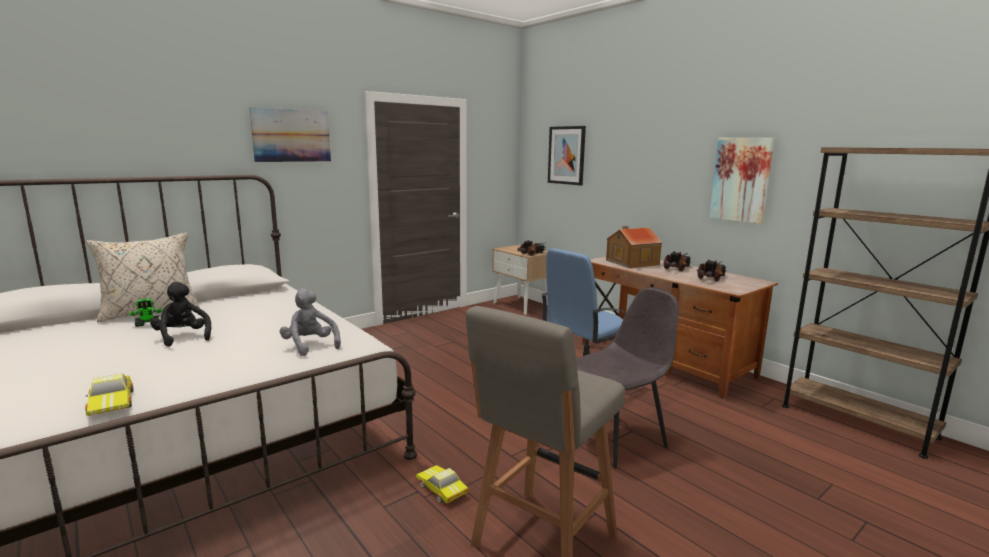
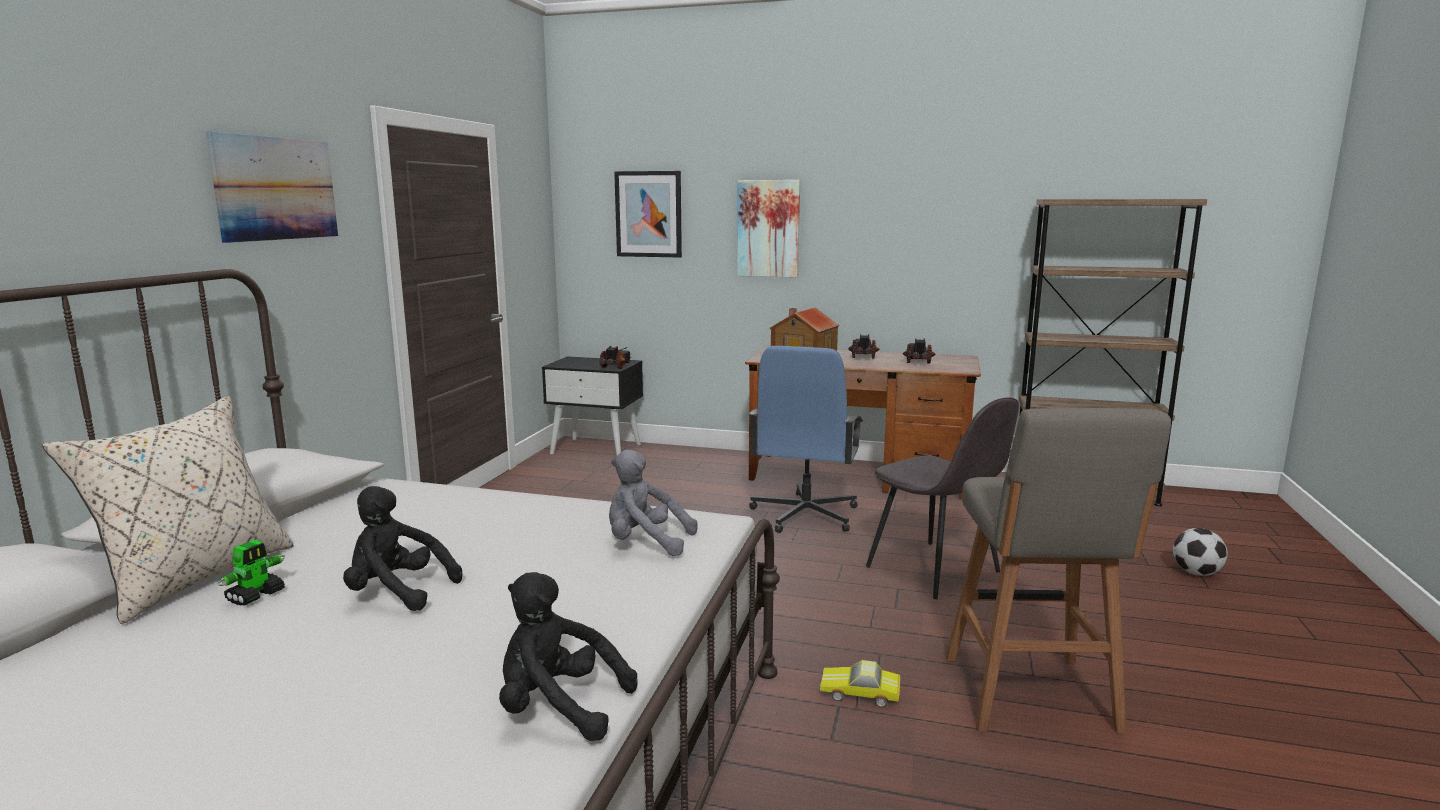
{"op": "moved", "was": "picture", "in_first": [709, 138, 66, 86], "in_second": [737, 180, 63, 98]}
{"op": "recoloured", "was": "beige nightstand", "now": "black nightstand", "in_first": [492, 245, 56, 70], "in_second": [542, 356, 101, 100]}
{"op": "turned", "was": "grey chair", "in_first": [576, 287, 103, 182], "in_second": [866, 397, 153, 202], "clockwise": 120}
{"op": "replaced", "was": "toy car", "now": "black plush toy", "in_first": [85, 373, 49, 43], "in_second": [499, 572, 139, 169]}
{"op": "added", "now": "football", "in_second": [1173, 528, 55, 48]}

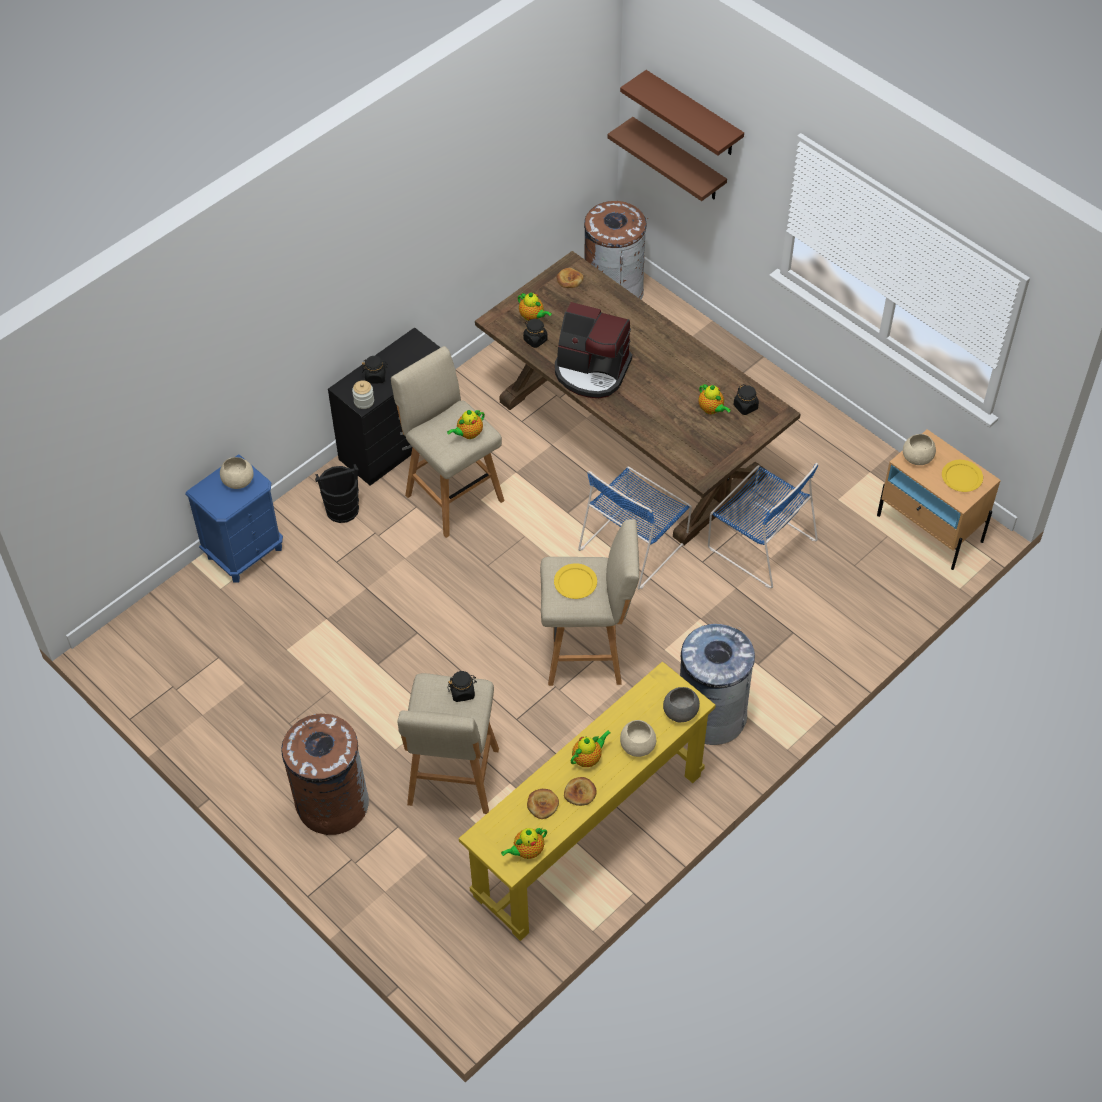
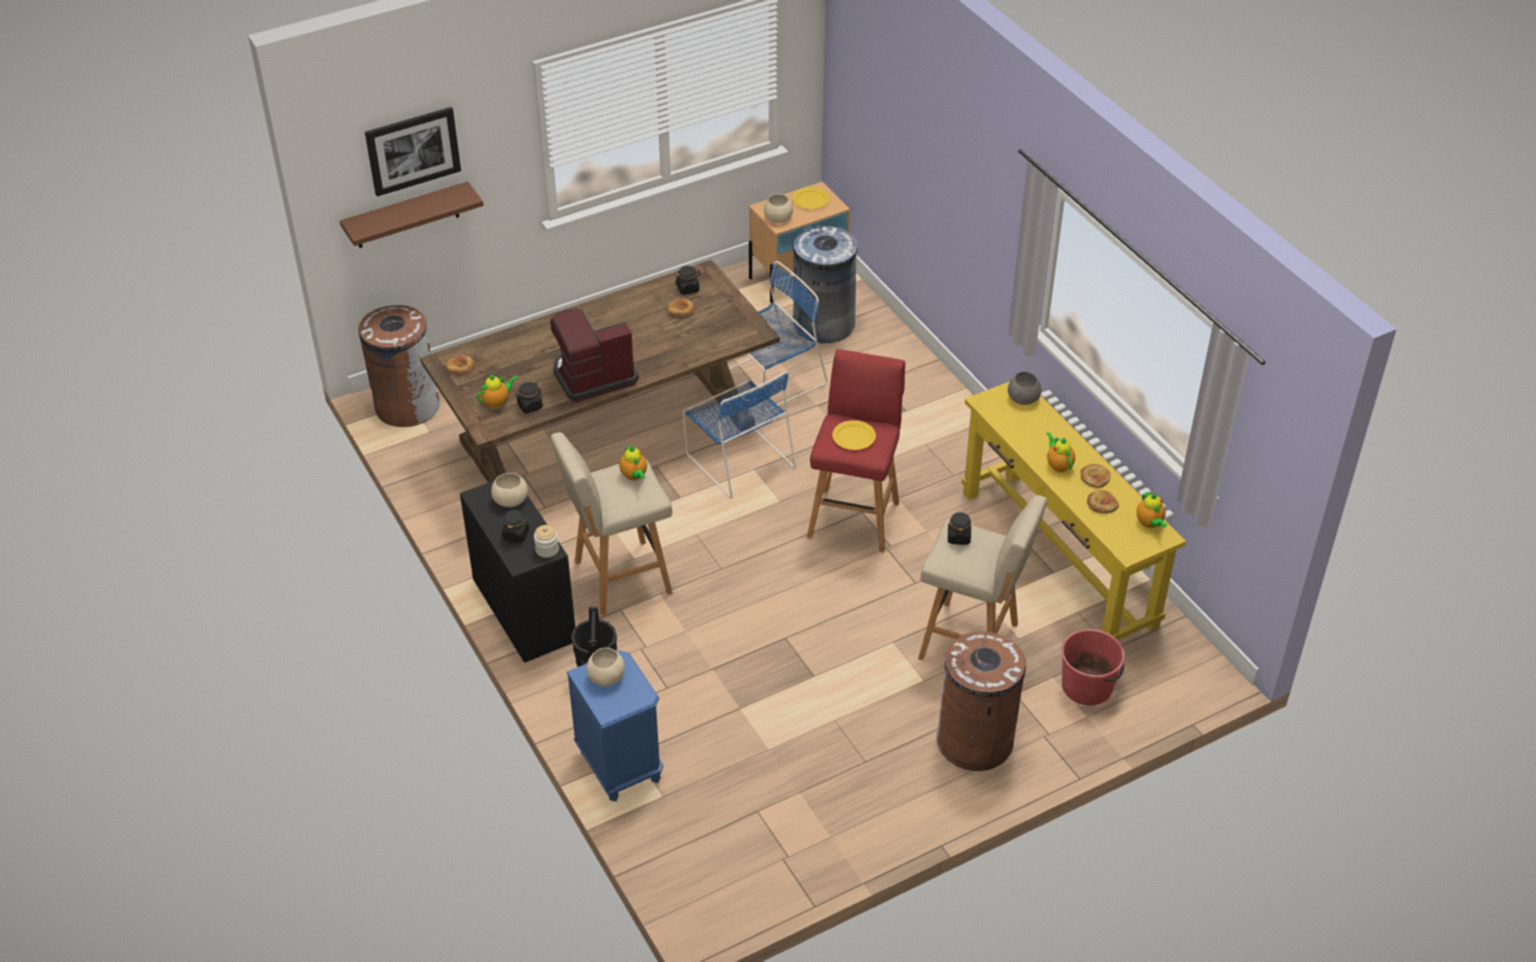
{"op": "replaced", "was": "brown shelf", "now": "picture", "in_first": [620, 70, 124, 85], "in_second": [365, 107, 96, 90]}
{"op": "turned", "was": "coffee machine", "in_first": [555, 302, 77, 96], "in_second": [550, 309, 89, 93], "clockwise": -150}
{"op": "replaced", "was": "teapot", "now": "bread", "in_first": [699, 384, 32, 30], "in_second": [668, 298, 27, 19]}
{"op": "recoloured", "was": "beige stool", "now": "red stool", "in_first": [540, 519, 99, 167], "in_second": [807, 349, 98, 204]}
{"op": "moved", "was": "grey trash can", "in_first": [680, 624, 75, 121], "in_second": [793, 226, 64, 117]}
{"op": "moved", "was": "beige bowl", "in_first": [620, 720, 36, 37], "in_second": [491, 473, 37, 34]}
{"op": "added", "now": "red bucket", "in_second": [1061, 629, 64, 77]}

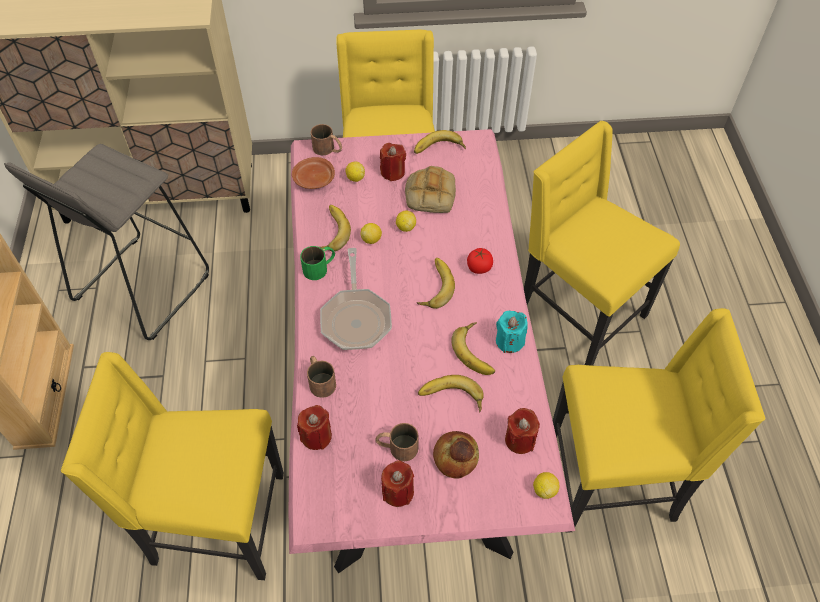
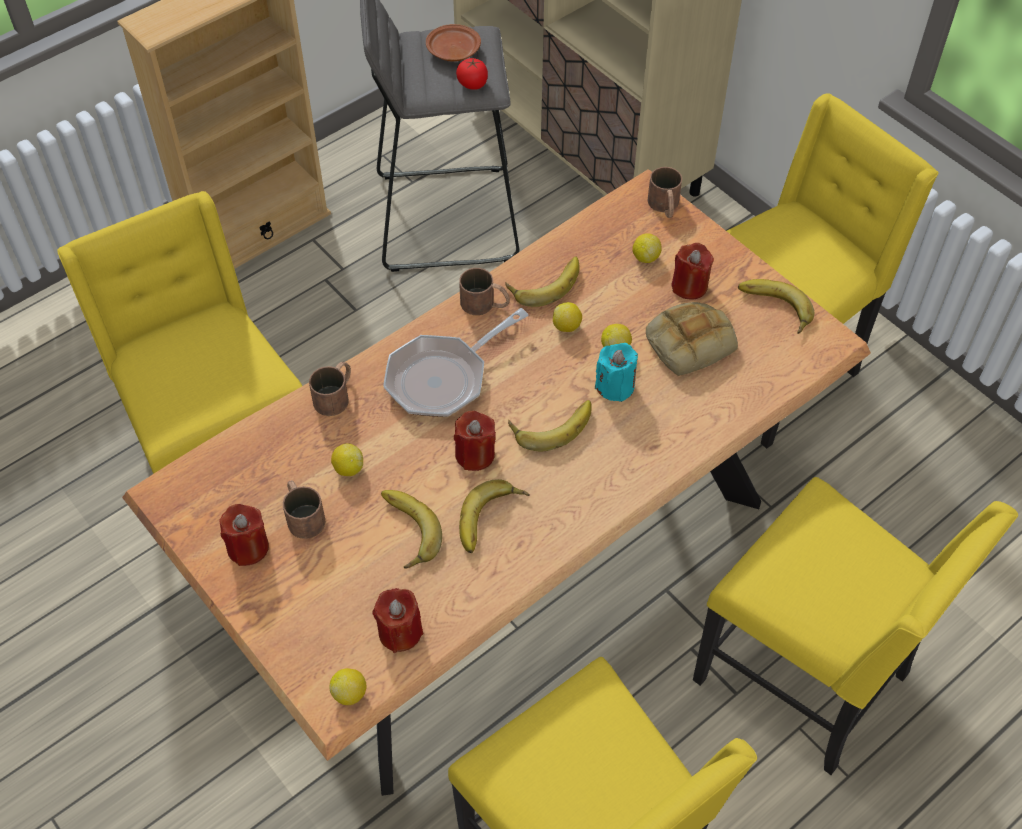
{"op": "turned", "was": "yellow chair", "in_first": [524, 121, 156, 245], "in_second": [693, 477, 325, 298], "clockwise": 120}
{"op": "recoloured", "was": "pink dining table", "now": "brown dining table", "in_first": [289, 129, 286, 444], "in_second": [122, 169, 749, 627]}
{"op": "moved", "was": "brown plate", "in_first": [292, 157, 43, 32], "in_second": [426, 24, 55, 38]}
{"op": "recoloured", "was": "green mug", "now": "brown mug", "in_first": [300, 246, 35, 34], "in_second": [459, 268, 51, 47]}
{"op": "moved", "was": "tomato", "in_first": [467, 248, 26, 26], "in_second": [456, 58, 32, 32]}
{"op": "moved", "was": "turquoise candle", "in_first": [496, 310, 31, 43], "in_second": [595, 343, 43, 59]}
{"op": "moved", "was": "red candle", "in_first": [297, 405, 35, 45], "in_second": [454, 411, 42, 60]}
{"op": "removed", "was": "bread", "in_first": [433, 431, 46, 48]}
{"op": "added", "now": "lemon", "in_second": [331, 443, 32, 33]}

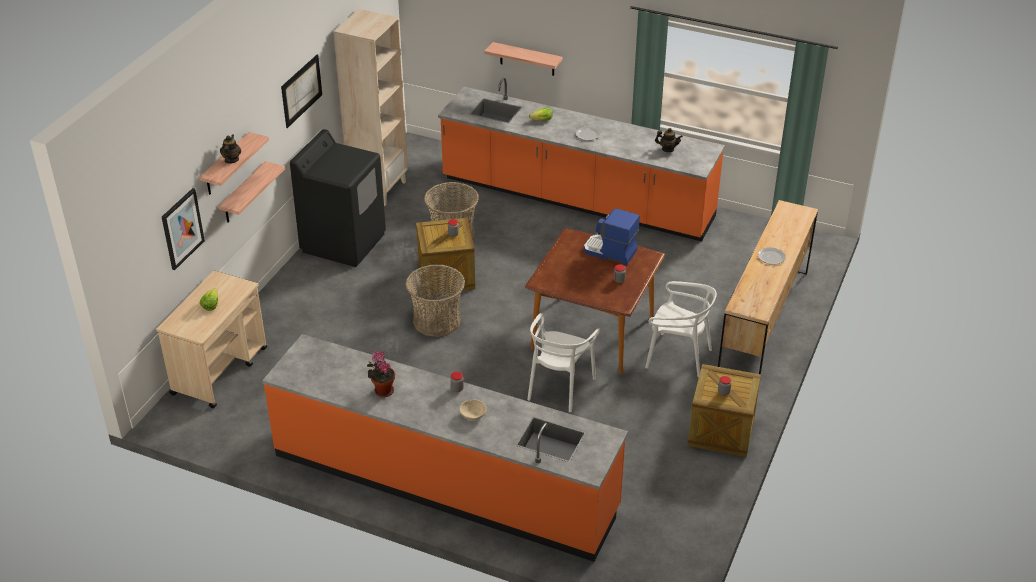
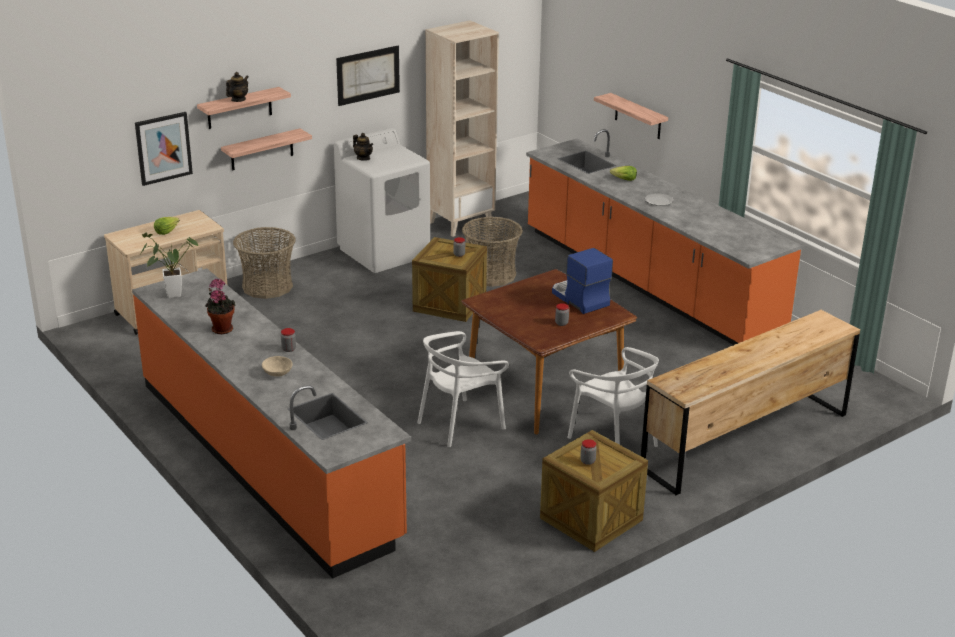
{"op": "moved", "was": "teapot", "in_first": [655, 128, 28, 24], "in_second": [353, 133, 20, 28]}
{"op": "recoloured", "was": "black washing machine", "now": "white washing machine", "in_first": [290, 129, 96, 138], "in_second": [334, 128, 96, 145]}
{"op": "removed", "was": "plate", "in_first": [758, 247, 28, 18]}
{"op": "moved", "was": "basket", "in_first": [406, 264, 59, 73], "in_second": [233, 227, 63, 72]}
{"op": "added", "now": "potted plant", "in_second": [139, 233, 59, 65]}

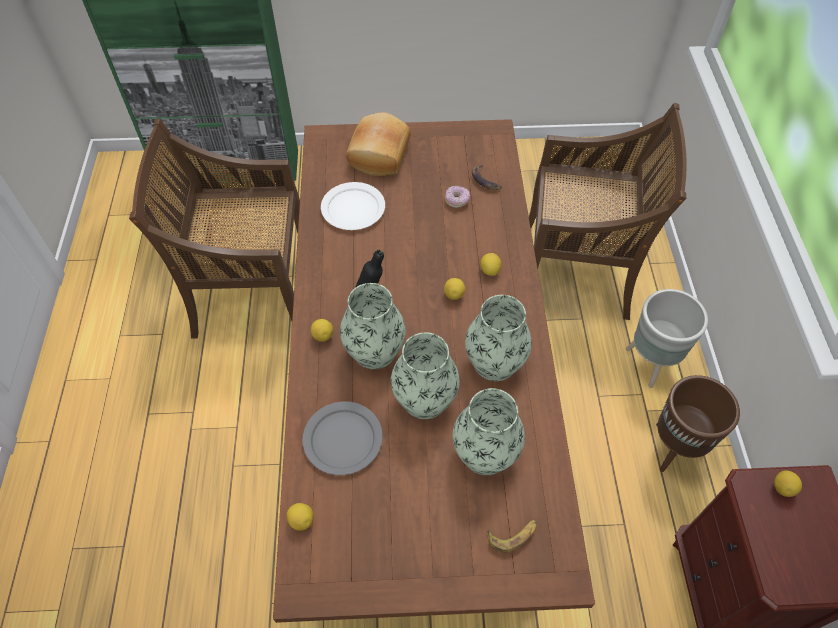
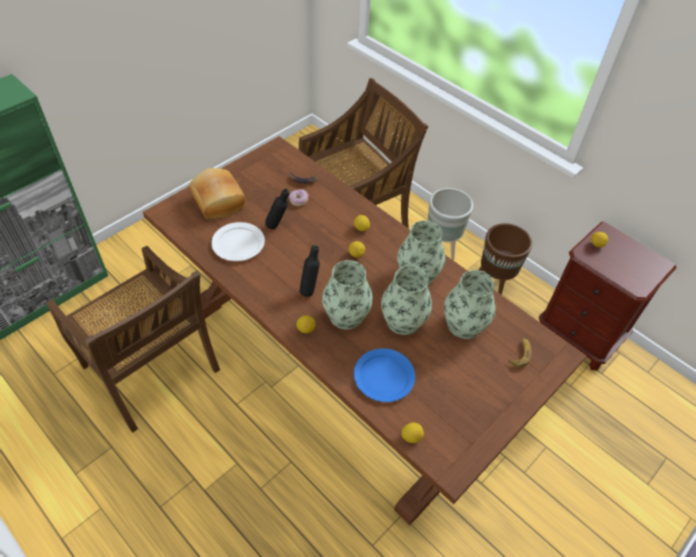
{"op": "turned", "was": "brown chair", "in_first": [129, 118, 171, 221], "in_second": [46, 246, 174, 187], "clockwise": -90}
{"op": "recoloured", "was": "grey plate", "now": "blue plate", "in_first": [302, 401, 81, 74], "in_second": [354, 348, 61, 54]}
{"op": "added", "now": "black bottle", "in_second": [265, 188, 24, 41]}

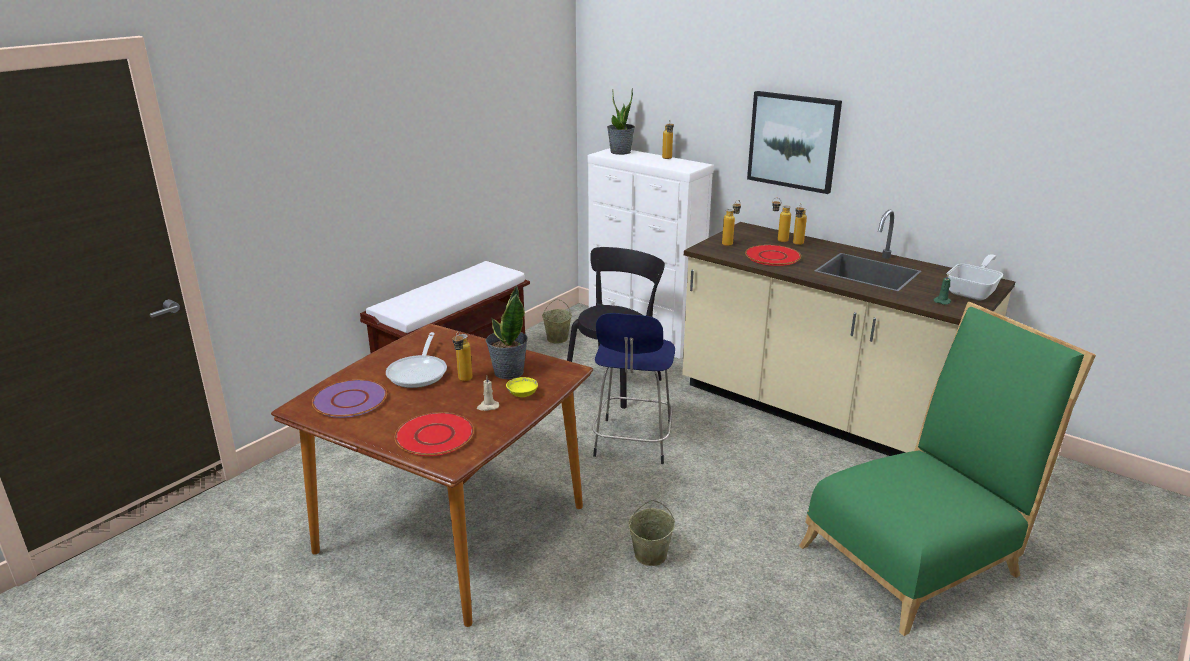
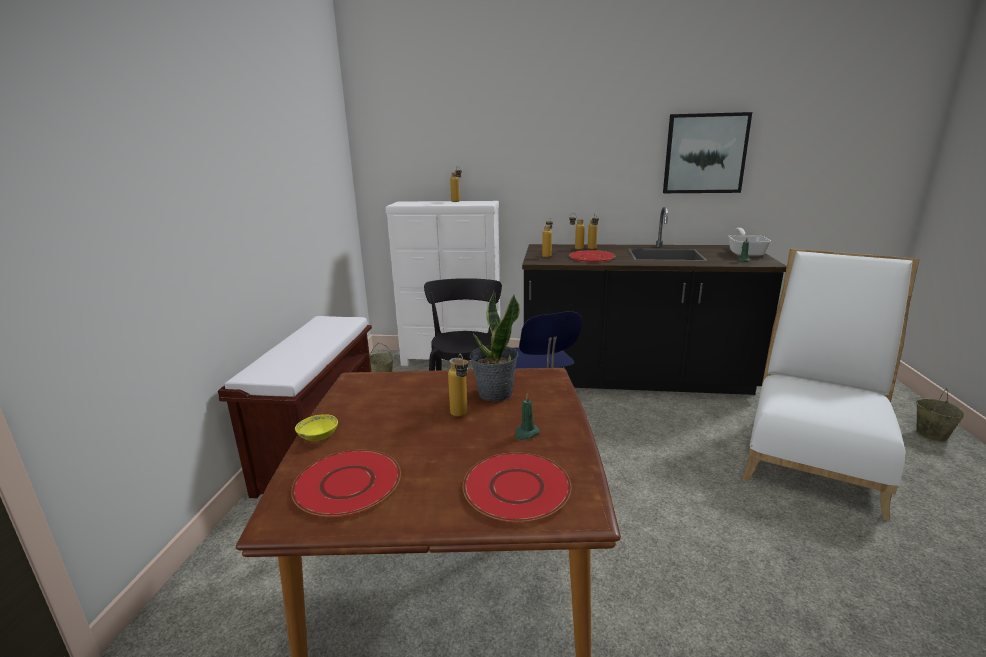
{"op": "removed", "was": "potted plant", "in_first": [607, 88, 28, 67]}
{"op": "moved", "was": "picture", "in_first": [747, 91, 95, 103], "in_second": [663, 112, 89, 81]}
{"op": "recoloured", "was": "beige counter", "now": "black counter", "in_first": [682, 210, 333, 246], "in_second": [522, 207, 265, 188]}
{"op": "recoloured", "was": "green chair", "now": "white chair", "in_first": [799, 302, 297, 334], "in_second": [743, 249, 177, 272]}
{"op": "removed", "was": "frying pan", "in_first": [386, 332, 61, 56]}
{"op": "recoloured", "was": "beige candle", "now": "green candle", "in_first": [477, 376, 22, 35], "in_second": [515, 393, 25, 47]}
{"op": "moved", "was": "yellow bowl", "in_first": [506, 377, 32, 20], "in_second": [295, 414, 43, 27]}
{"op": "recoloured", "was": "purple plate", "now": "red plate", "in_first": [312, 380, 75, 38], "in_second": [291, 449, 110, 68]}
{"op": "moved", "was": "beige bucket", "in_first": [629, 500, 46, 66], "in_second": [916, 388, 49, 53]}

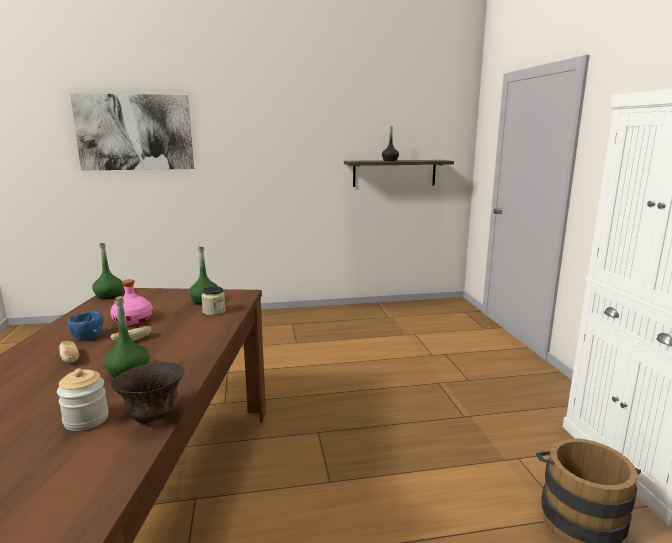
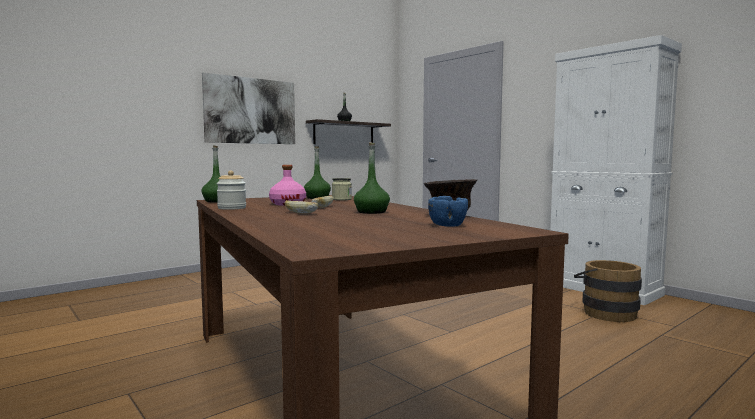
{"op": "moved", "was": "picture", "in_first": [70, 93, 124, 77], "in_second": [202, 72, 93, 72]}
{"op": "moved", "was": "blue bowl", "in_first": [67, 311, 36, 29], "in_second": [428, 196, 40, 31]}
{"op": "moved", "was": "jar", "in_first": [57, 368, 52, 63], "in_second": [217, 171, 29, 39]}

